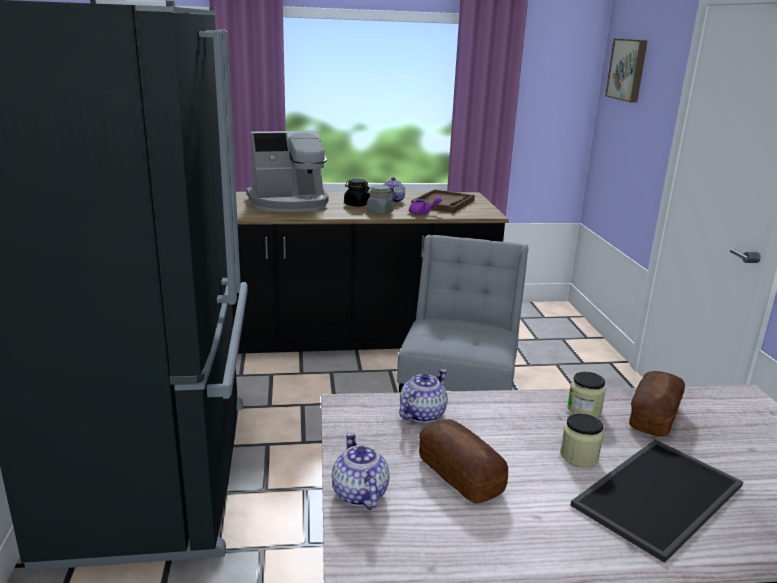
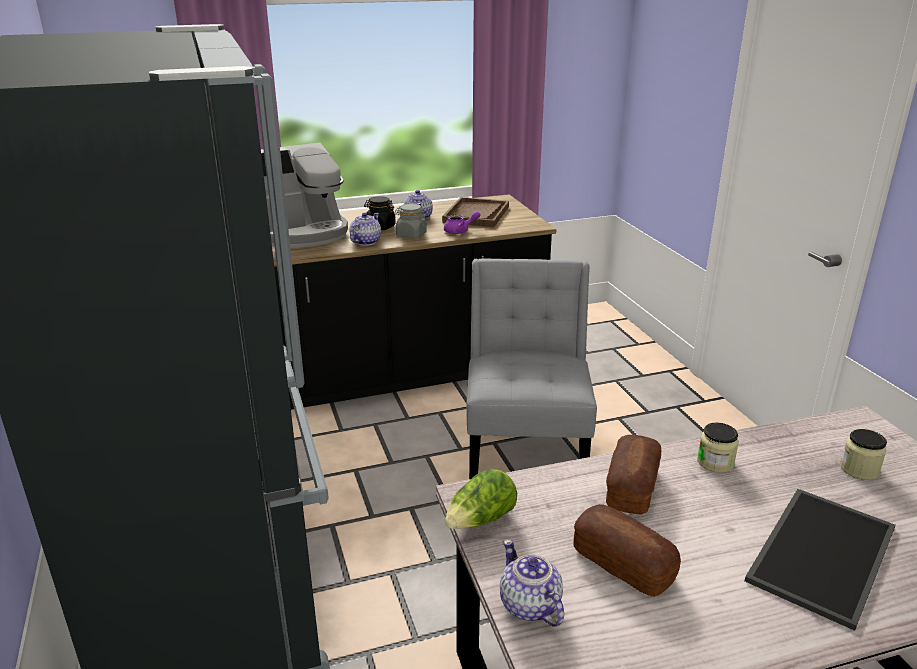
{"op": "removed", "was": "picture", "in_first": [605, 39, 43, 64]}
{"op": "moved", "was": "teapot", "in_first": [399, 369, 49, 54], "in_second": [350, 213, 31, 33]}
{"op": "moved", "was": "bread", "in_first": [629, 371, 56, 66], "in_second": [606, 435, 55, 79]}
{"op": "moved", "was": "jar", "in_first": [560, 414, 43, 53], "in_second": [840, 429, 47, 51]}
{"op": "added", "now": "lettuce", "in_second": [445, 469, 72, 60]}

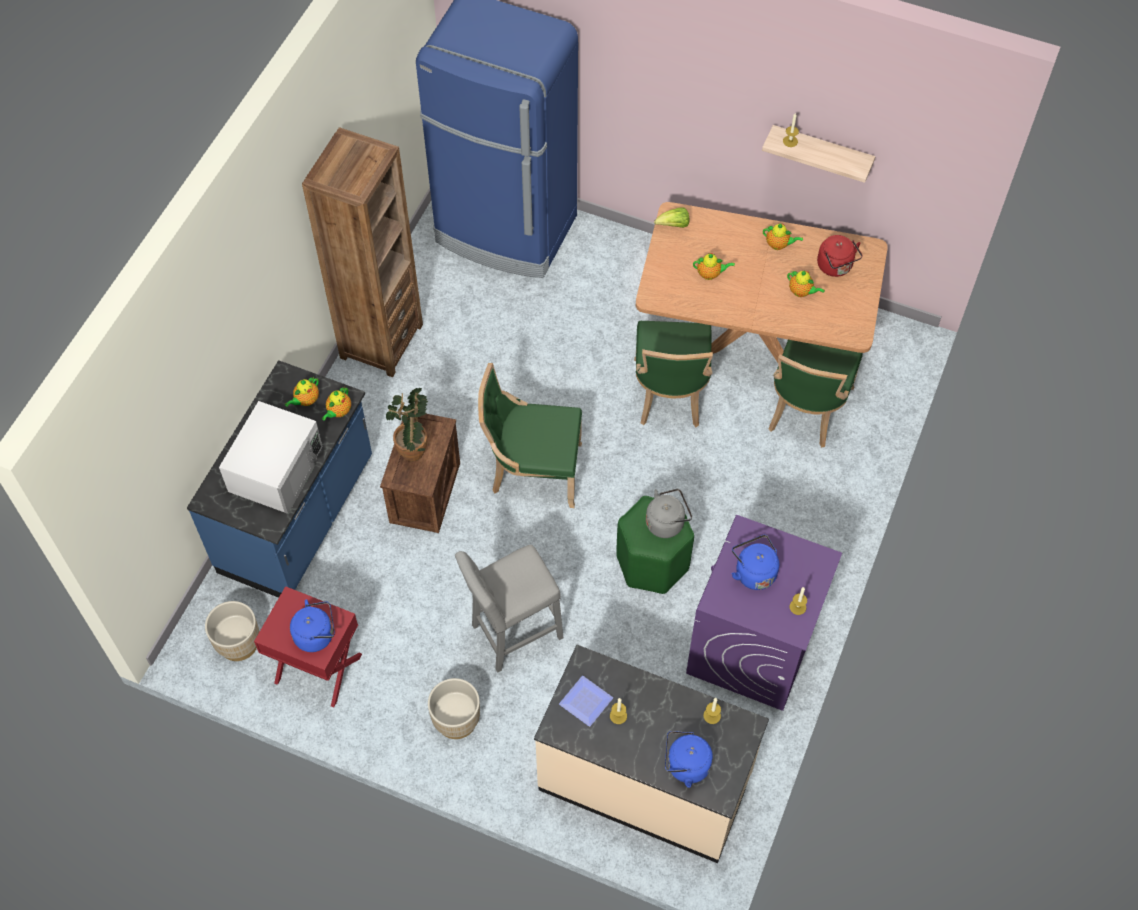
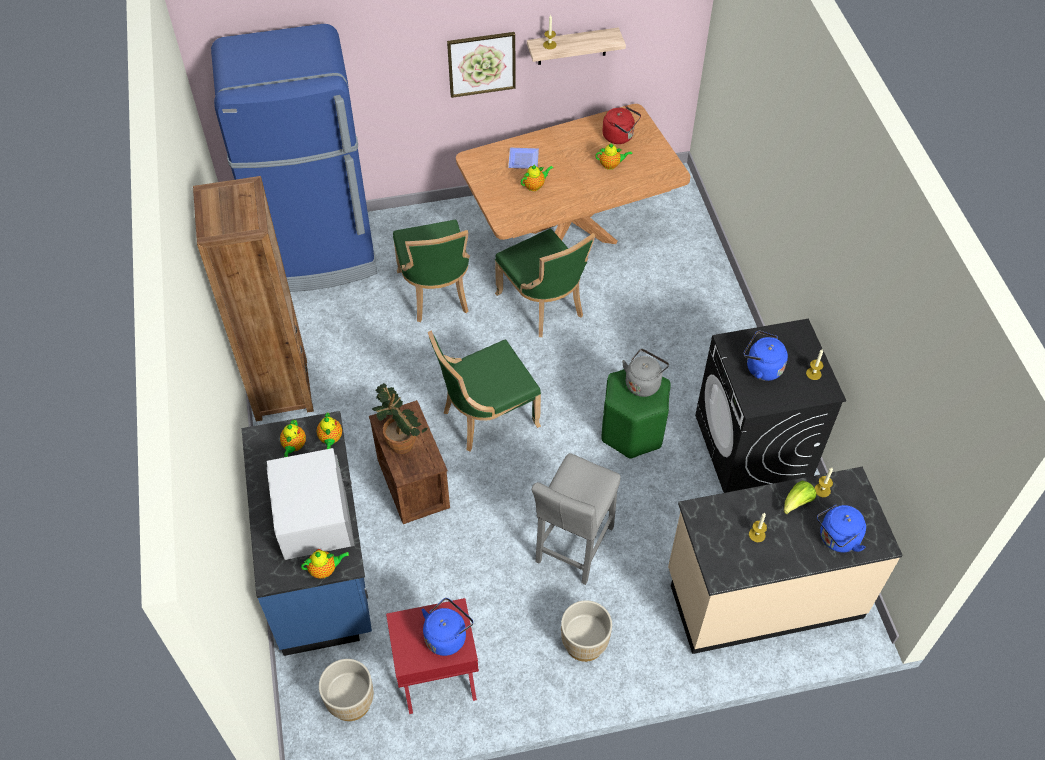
{"op": "moved", "was": "lettuce", "in_first": [654, 207, 35, 21], "in_second": [784, 481, 32, 33]}
{"op": "moved", "was": "teapot", "in_first": [763, 223, 40, 27], "in_second": [301, 549, 48, 30]}
{"op": "moved", "was": "green chair", "in_first": [769, 340, 94, 108], "in_second": [393, 220, 77, 102]}
{"op": "recoloured", "was": "purple washing machine", "now": "black washing machine", "in_first": [686, 515, 156, 196], "in_second": [695, 318, 151, 175]}
{"op": "moved", "was": "plate", "in_first": [559, 676, 54, 51], "in_second": [508, 148, 31, 21]}
{"op": "added", "now": "picture", "in_second": [447, 32, 69, 66]}

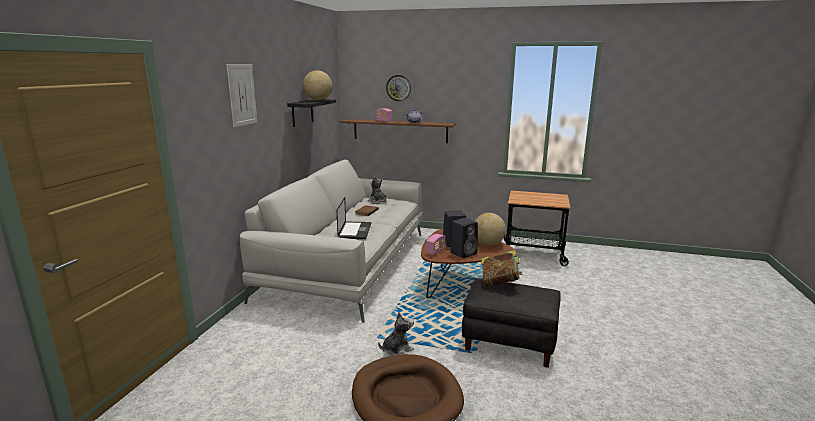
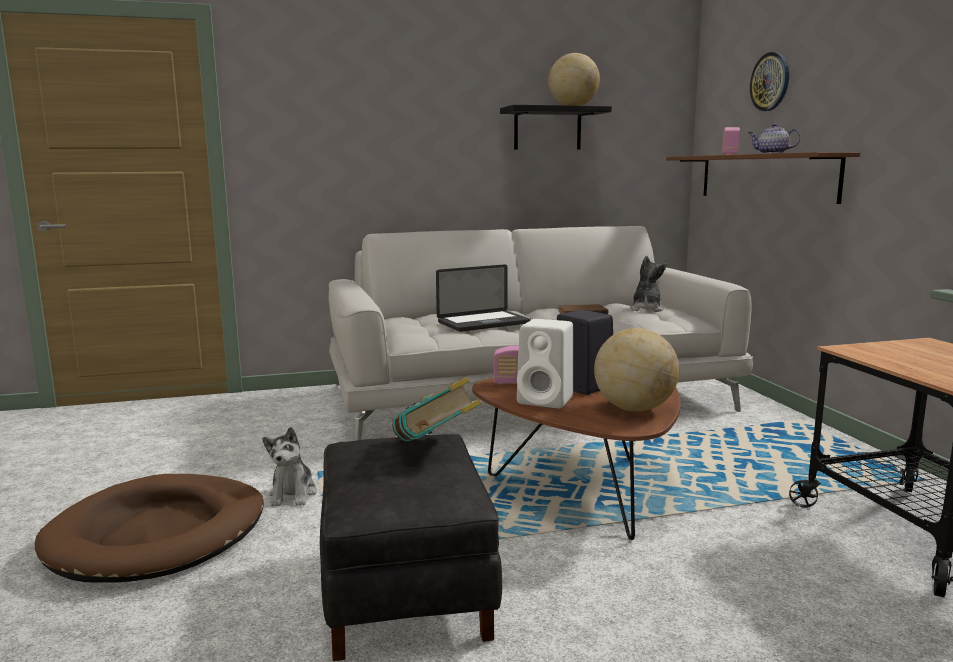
{"op": "removed", "was": "picture", "in_first": [227, 64, 30, 63]}
{"op": "recoloured", "was": "black speaker", "now": "white speaker", "in_first": [450, 218, 28, 40], "in_second": [517, 319, 56, 90]}
{"op": "turned", "was": "plush toy", "in_first": [378, 312, 36, 44], "in_second": [262, 427, 55, 79], "clockwise": 60}

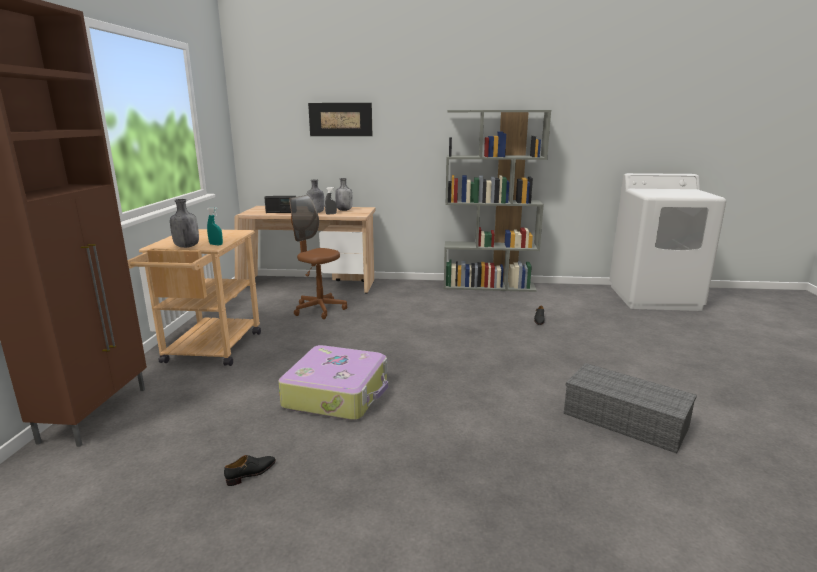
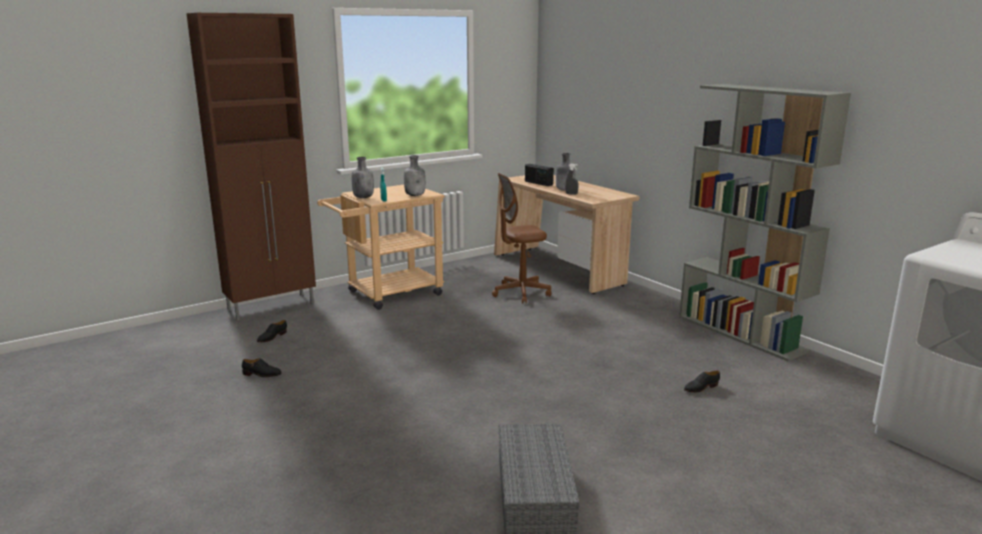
{"op": "removed", "was": "picture", "in_first": [308, 103, 64, 33]}
{"op": "moved", "was": "grey bottle", "in_first": [335, 178, 18, 33], "in_second": [404, 155, 21, 41]}
{"op": "turned", "was": "brown office chair", "in_first": [289, 195, 58, 124], "in_second": [492, 173, 59, 130], "clockwise": -105}
{"op": "removed", "was": "suitcase", "in_first": [278, 345, 110, 75]}
{"op": "added", "now": "black shoe", "in_second": [257, 320, 30, 22]}

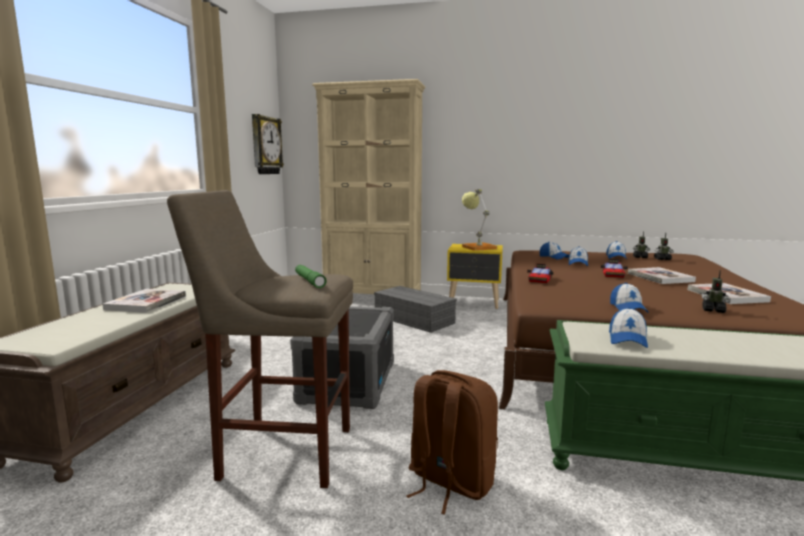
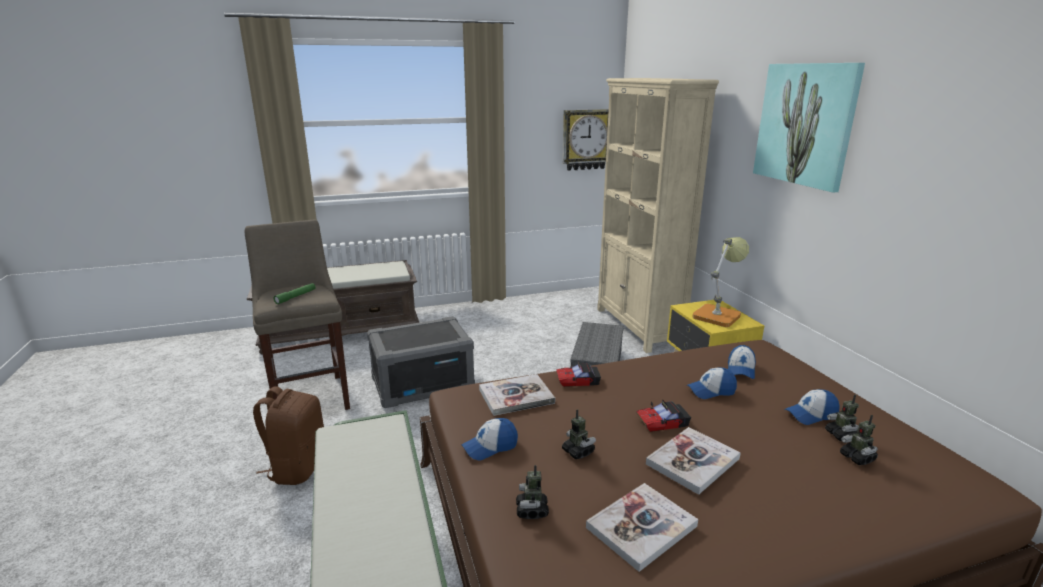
{"op": "moved", "was": "book", "in_first": [103, 289, 83, 24], "in_second": [479, 374, 76, 42]}
{"op": "removed", "was": "cap", "in_first": [609, 307, 39, 41]}
{"op": "added", "now": "picture", "in_second": [753, 63, 112, 130]}
{"op": "added", "now": "toy robot", "in_second": [562, 409, 34, 50]}

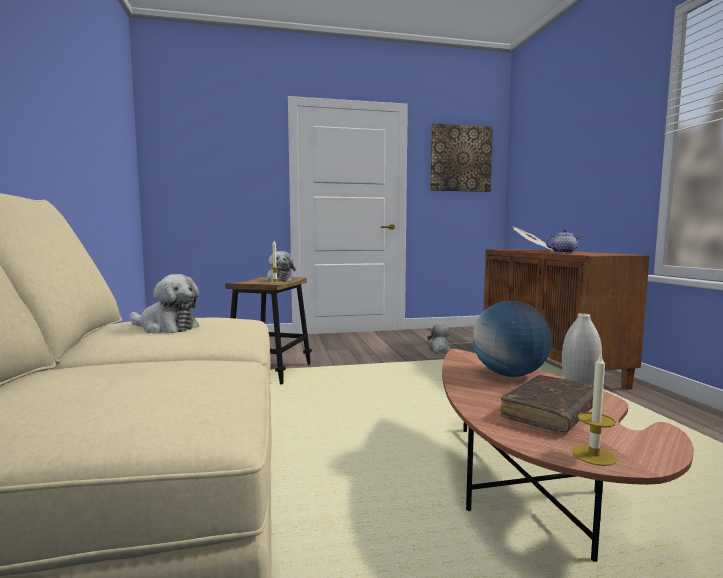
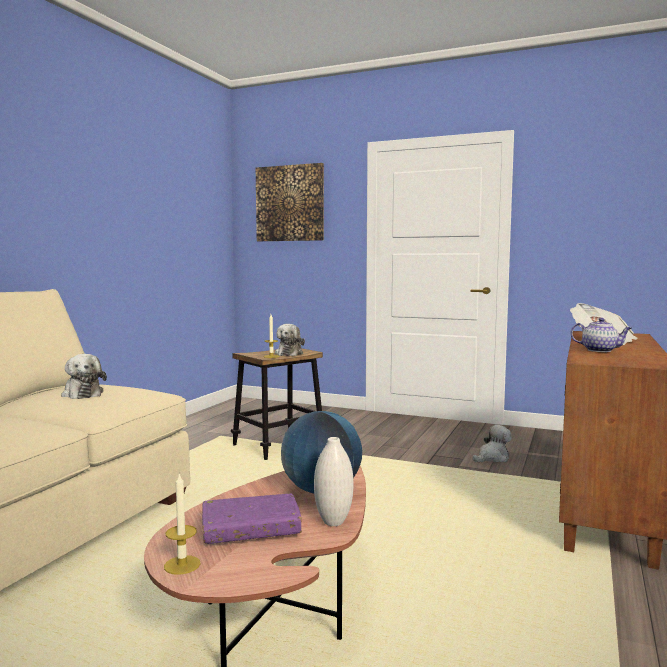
{"op": "moved", "was": "picture", "in_first": [430, 123, 63, 69], "in_second": [256, 163, 68, 78]}
{"op": "recoloured", "was": "brown book", "now": "purple book", "in_first": [501, 375, 93, 57], "in_second": [202, 493, 100, 51]}

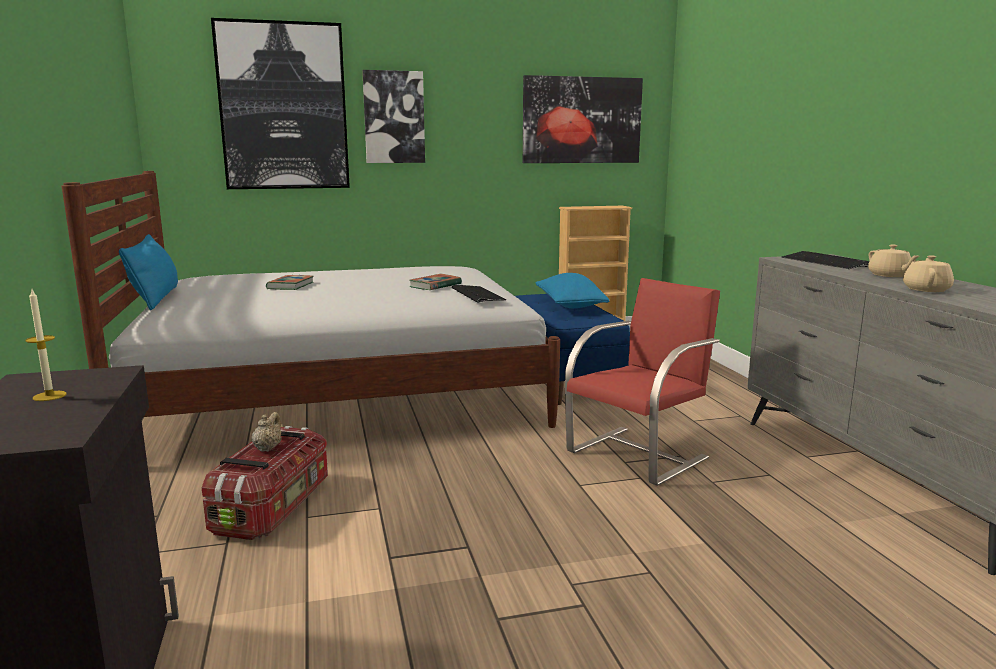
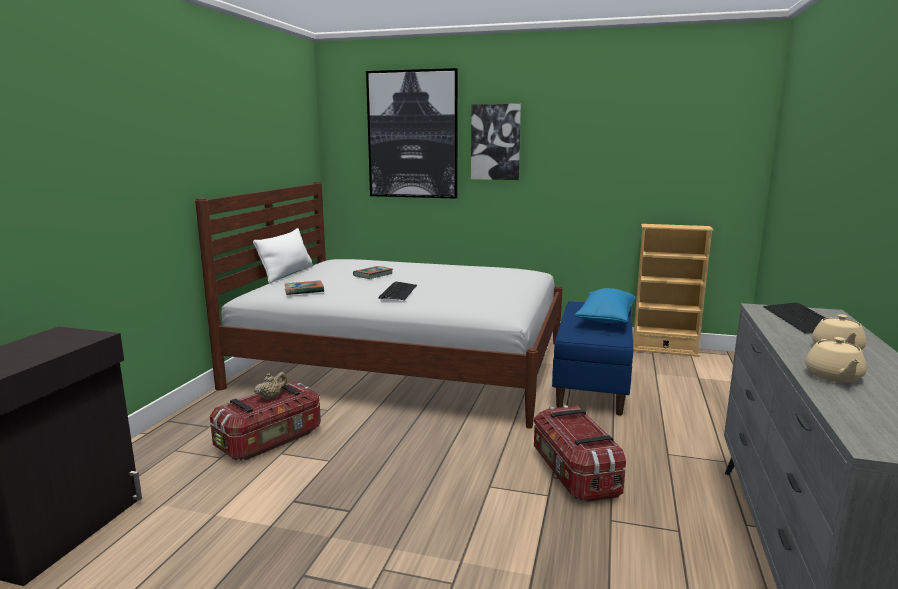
{"op": "removed", "was": "picture", "in_first": [523, 75, 120, 88]}
{"op": "recoloured", "was": "blue pillow", "now": "white pillow", "in_first": [119, 234, 59, 76], "in_second": [253, 228, 60, 55]}
{"op": "turned", "was": "beige teapot", "in_first": [903, 255, 51, 37], "in_second": [805, 337, 61, 46], "clockwise": 135}
{"op": "moved", "was": "book", "in_first": [409, 274, 53, 16], "in_second": [285, 280, 39, 15]}
{"op": "replaced", "was": "red chair", "now": "storage box", "in_first": [565, 278, 155, 208], "in_second": [534, 405, 92, 97]}
{"op": "moved", "was": "keyboard", "in_first": [452, 285, 54, 17], "in_second": [379, 281, 38, 19]}
{"op": "removed", "was": "candle", "in_first": [25, 290, 42, 111]}

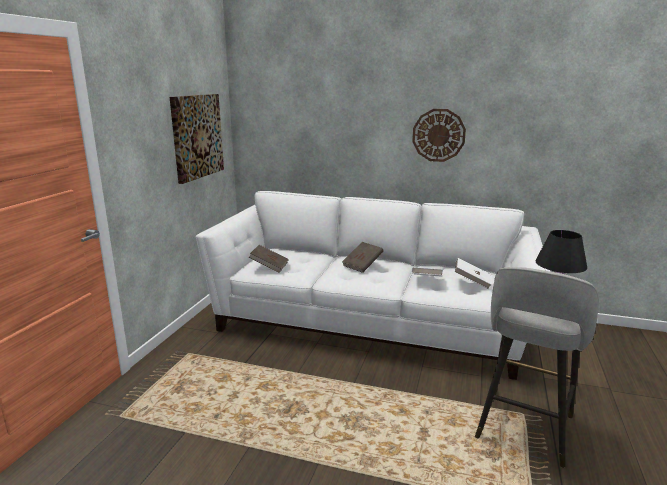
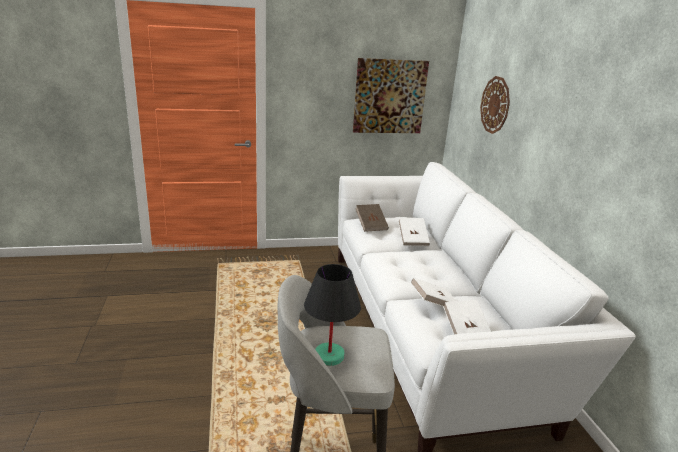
{"op": "moved", "was": "wall clock", "in_first": [412, 109, 54, 53], "in_second": [480, 76, 30, 58]}
{"op": "removed", "was": "brown book", "in_first": [342, 242, 41, 31]}
{"op": "added", "now": "white book", "in_second": [398, 217, 32, 29]}

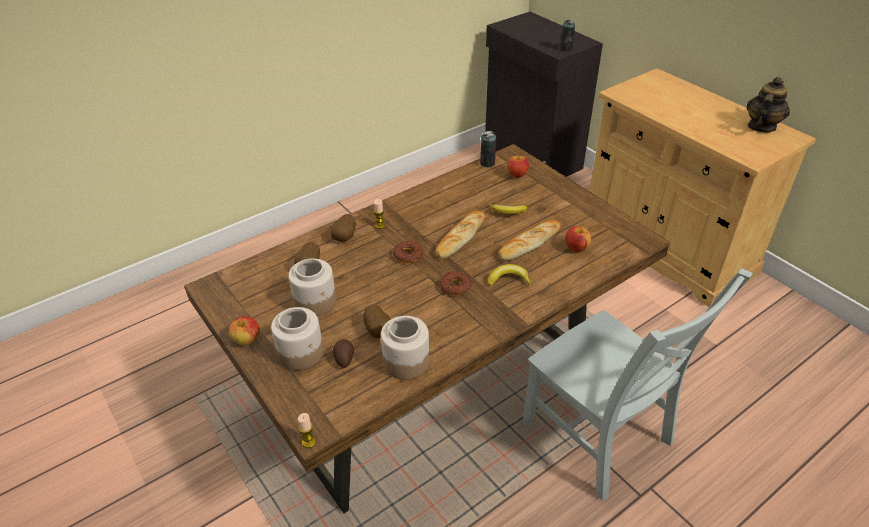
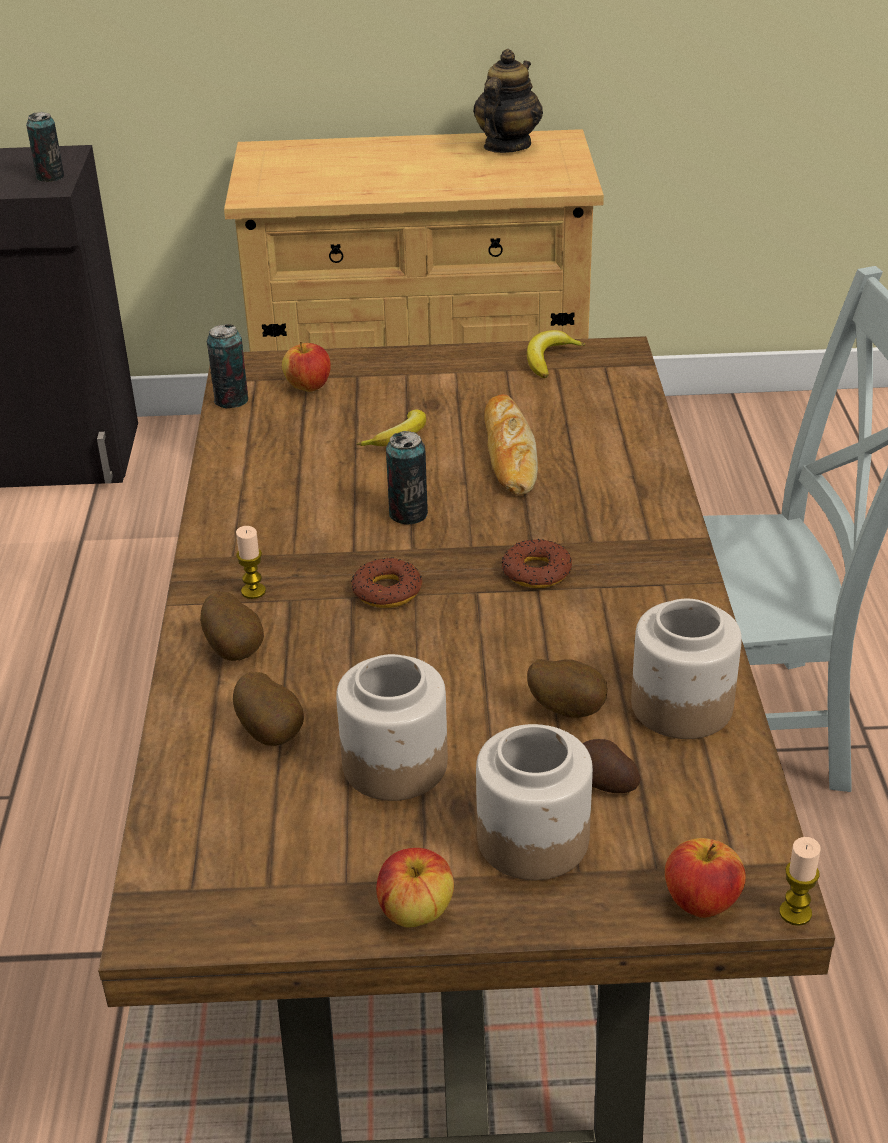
{"op": "turned", "was": "teapot", "in_first": [747, 77, 43, 55], "in_second": [473, 49, 70, 104], "clockwise": 45}
{"op": "replaced", "was": "bread", "now": "can", "in_first": [435, 211, 50, 48], "in_second": [386, 431, 42, 94]}
{"op": "moved", "was": "apple", "in_first": [565, 226, 26, 26], "in_second": [665, 838, 81, 80]}
{"op": "moved", "was": "banana", "in_first": [488, 264, 43, 22], "in_second": [527, 330, 58, 48]}

